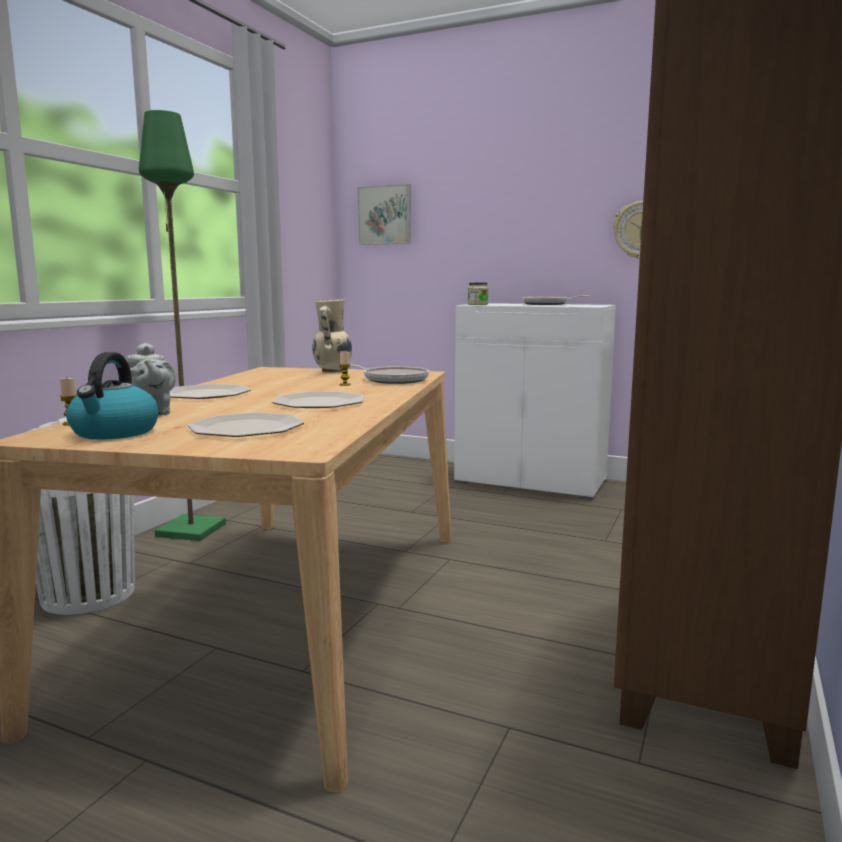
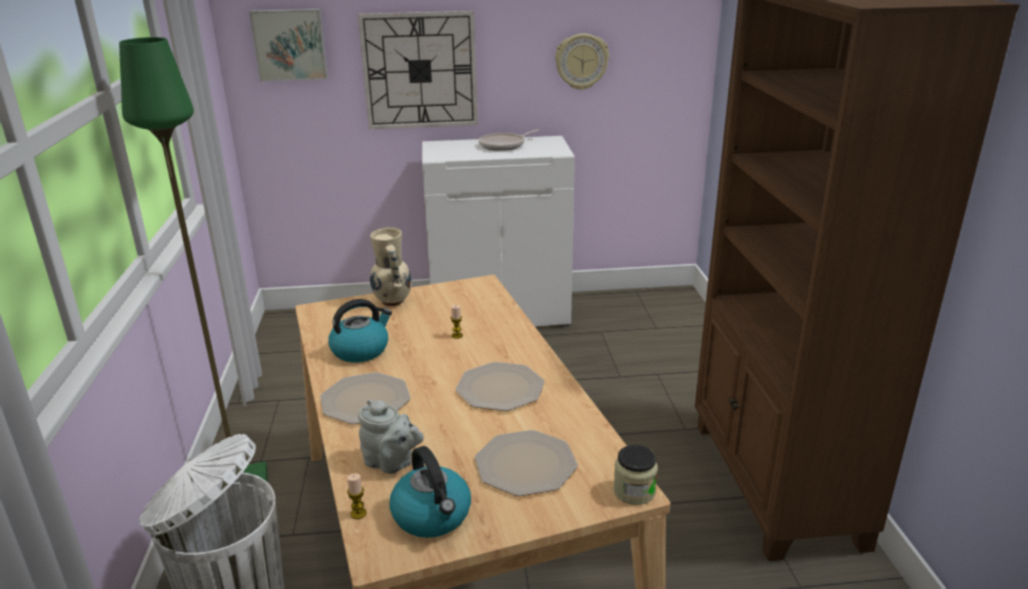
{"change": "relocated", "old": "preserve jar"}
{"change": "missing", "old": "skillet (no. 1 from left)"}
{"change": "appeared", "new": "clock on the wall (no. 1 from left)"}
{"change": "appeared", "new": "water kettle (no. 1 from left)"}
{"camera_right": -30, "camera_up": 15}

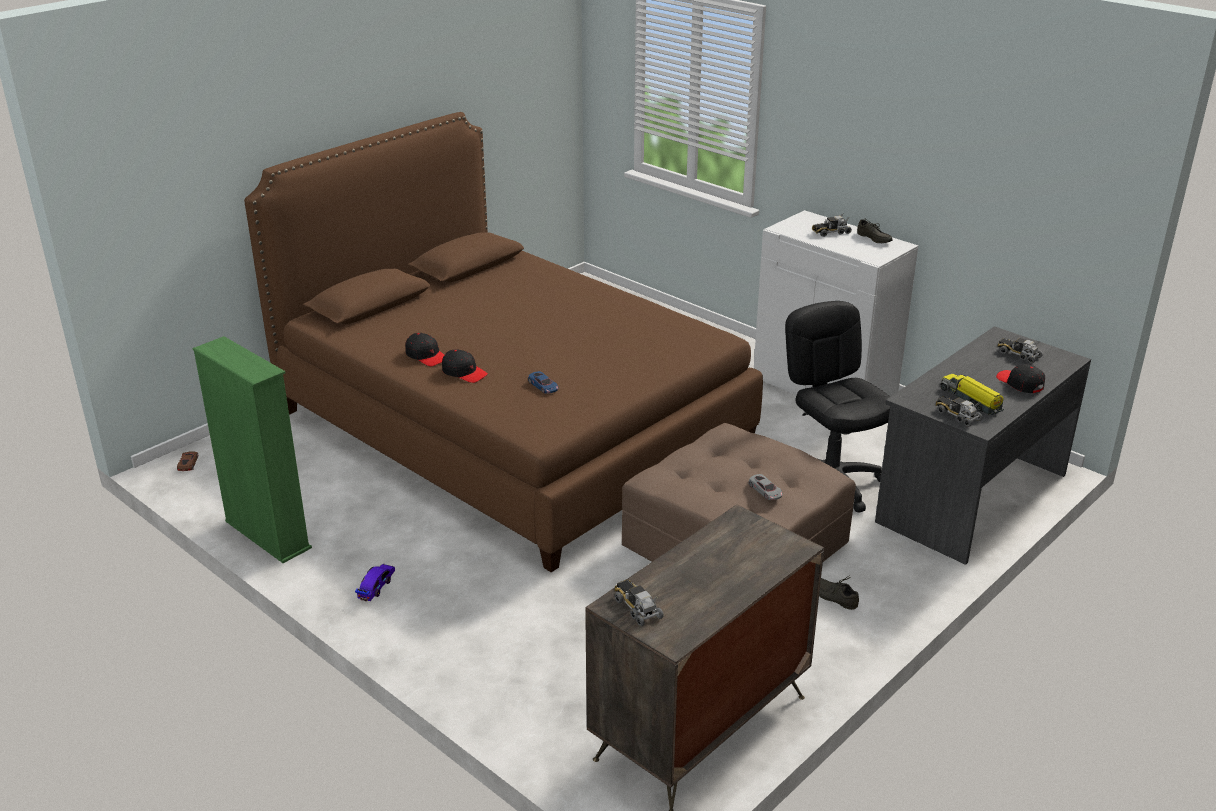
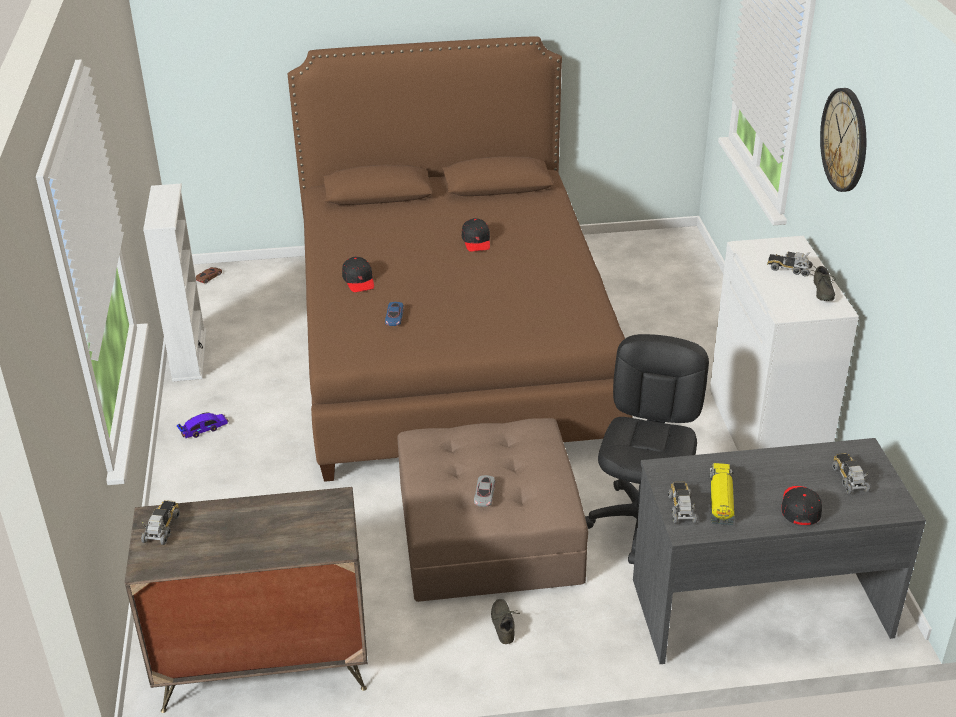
{"change": "relocated", "old": "blackish baseball cap (no. 1 from left in the first image)", "new": "blackish baseball cap (no. 2 from left)"}
{"change": "colour", "old": "green-coloured shelving unit", "new": "white shelving unit"}
{"change": "appeared", "new": "clock on the wall"}
{"camera_right": 40, "camera_up": 5}

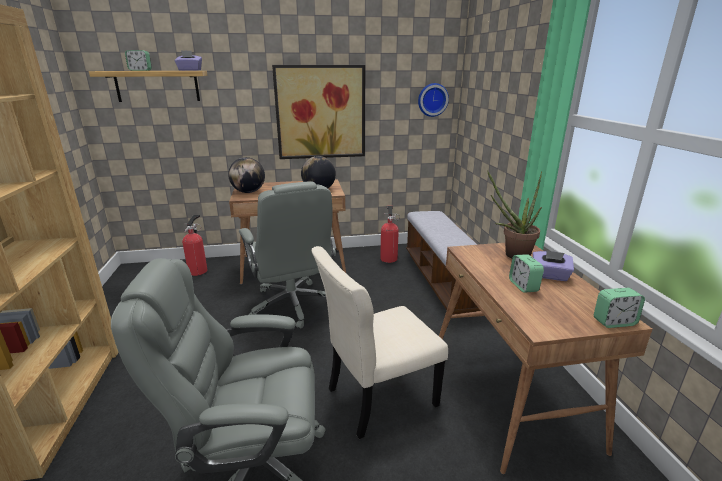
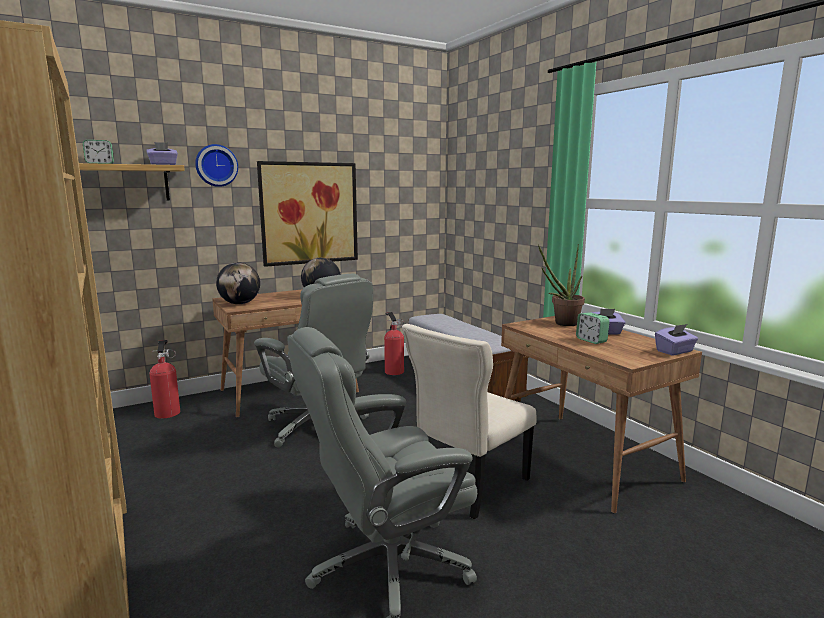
{"change": "relocated", "old": "clock on the wall"}
{"change": "exchanged", "old": "alarm clock (no. 3 from left)", "new": "purple tissue holder (no. 3 from left)"}
{"camera_right": -20, "camera_up": -10}

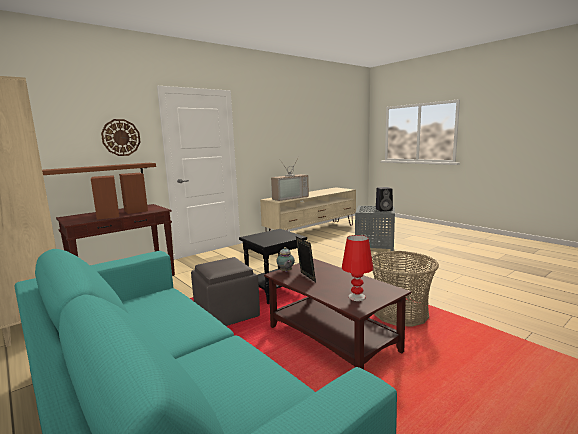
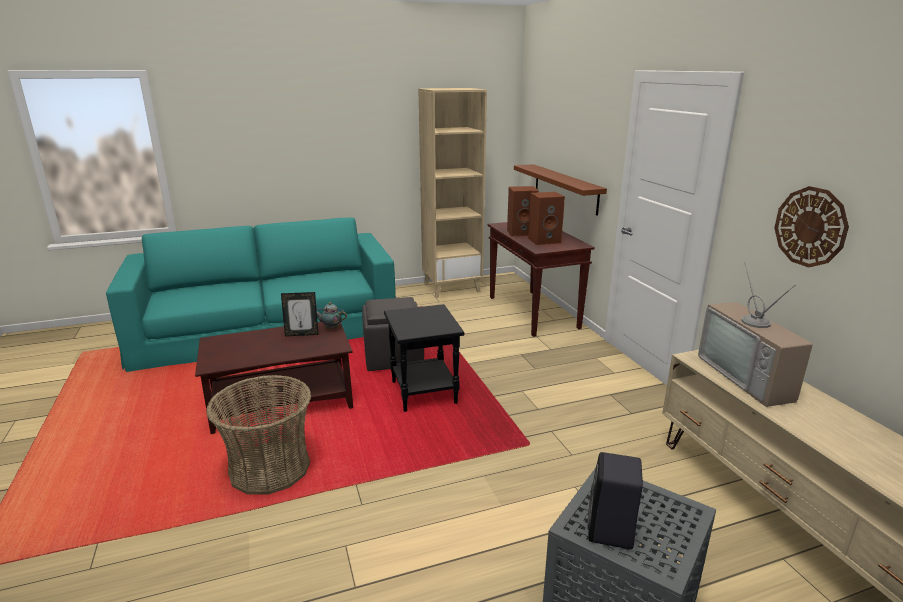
{"change": "relocated", "old": "clock on the wall"}
{"change": "missing", "old": "reddish lamp for a table"}
{"camera_right": 110, "camera_up": 10}

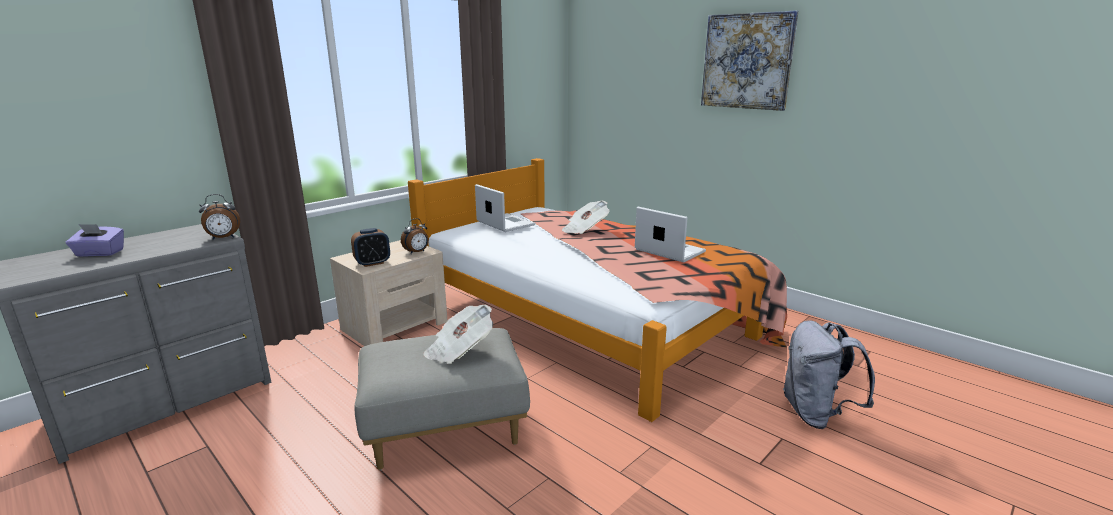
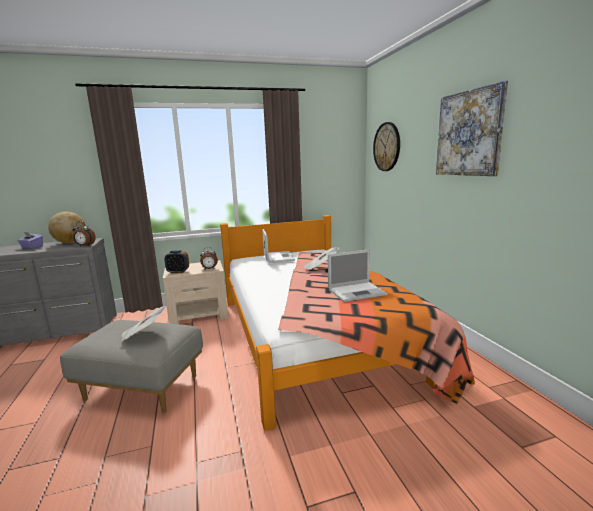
{"change": "spun", "old": "laptop (no. 2 from left)", "degrees": 90}
{"change": "missing", "old": "greyish backpack"}
{"change": "appeared", "new": "clock on the wall"}
{"change": "appeared", "new": "globe"}
{"camera_right": 30, "camera_up": -5}

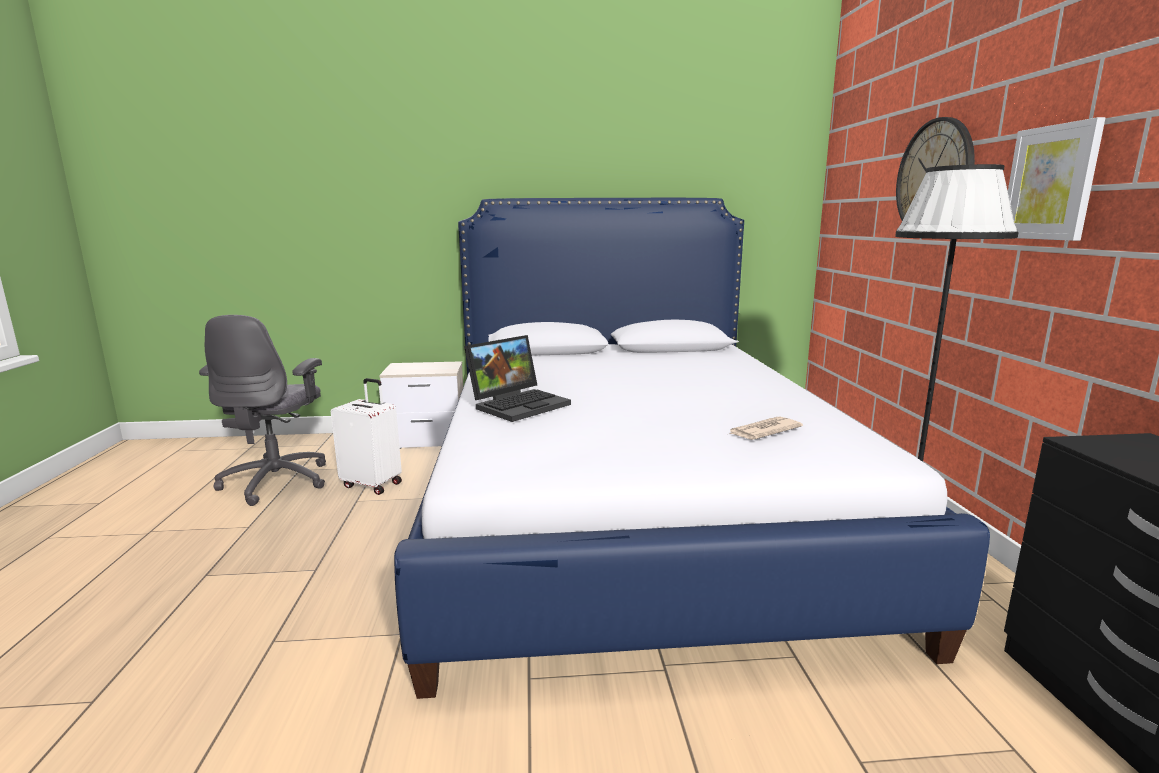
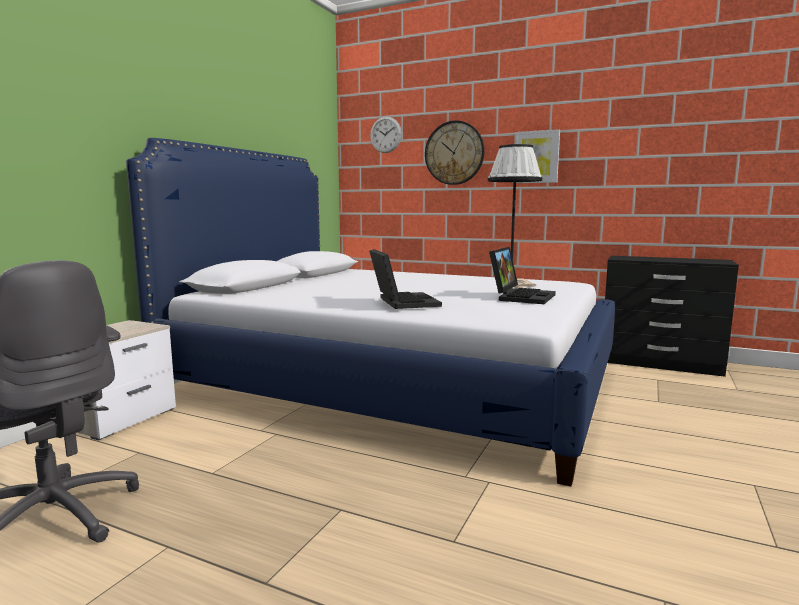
{"change": "missing", "old": "white travel case"}
{"change": "appeared", "new": "clock on the wall (no. 1 from left)"}
{"change": "appeared", "new": "laptop (no. 2 from left)"}
{"camera_right": -60, "camera_up": -5}

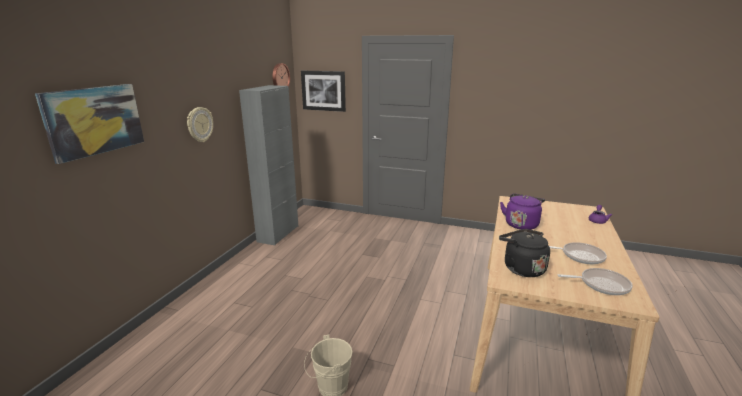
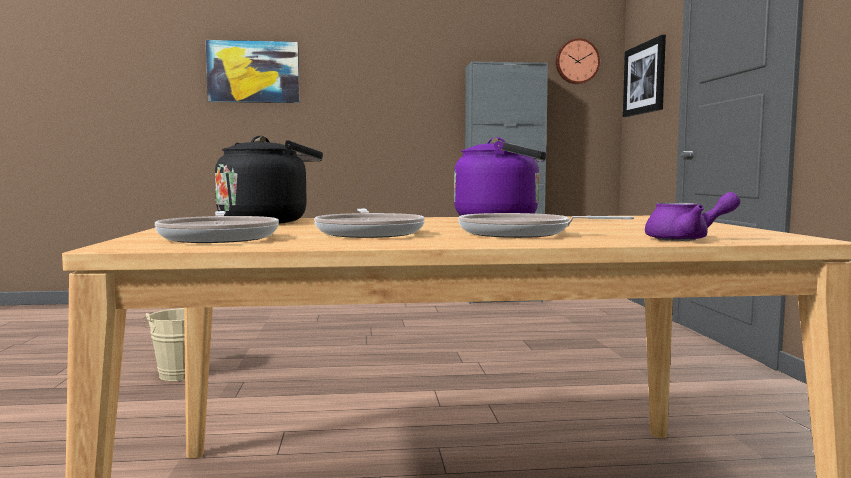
{"change": "missing", "old": "clock on the wall (no. 1 from left)"}
{"change": "appeared", "new": "skillet (no. 3 from left)"}
{"camera_right": 65, "camera_up": -15}

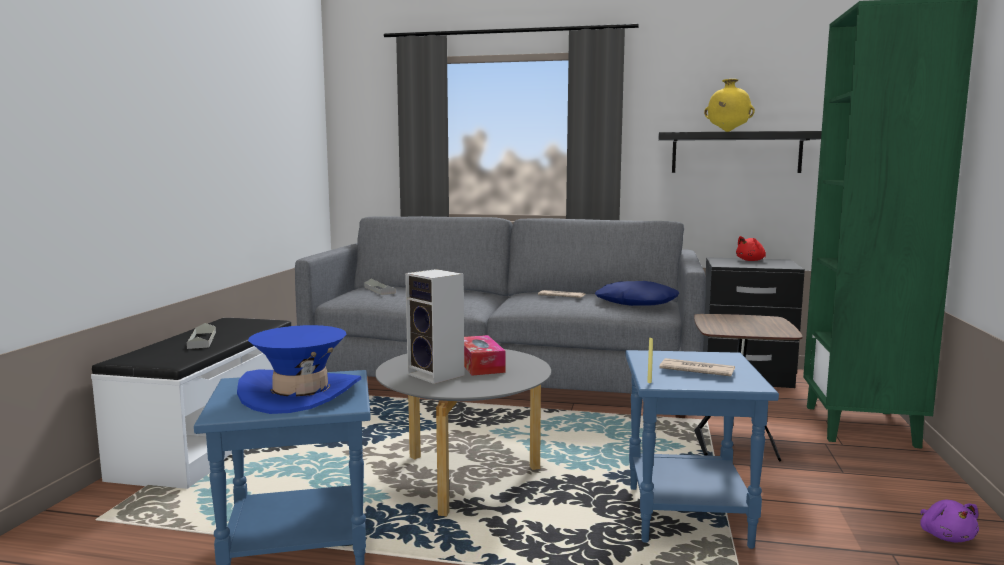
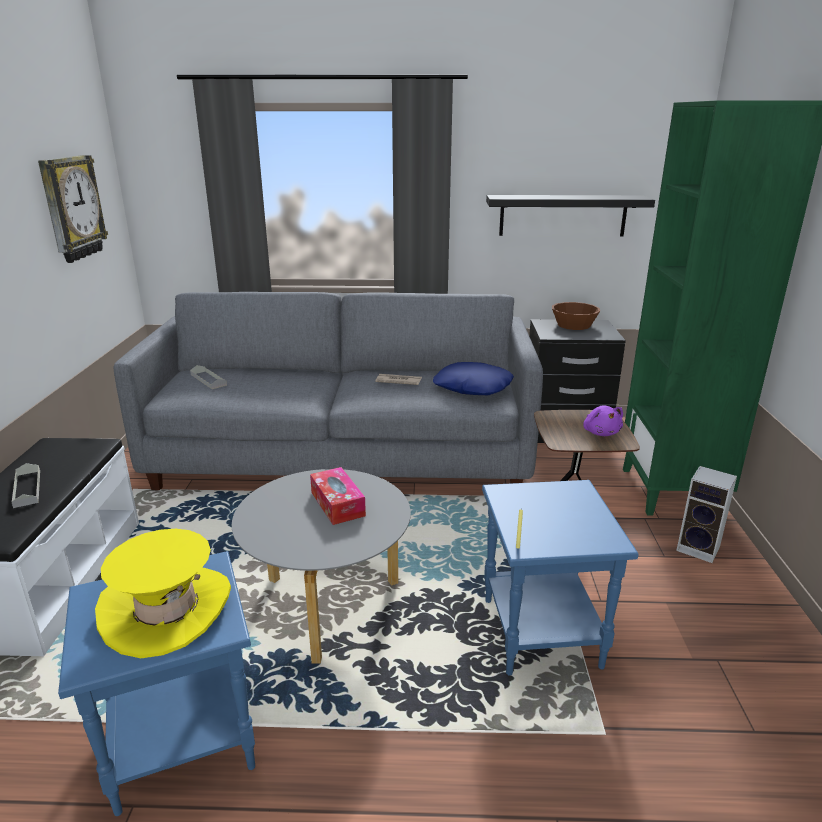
{"change": "missing", "old": "yellowish decorative vase"}
{"change": "exchanged", "old": "reddish plush toy", "new": "brownish bowl"}
{"change": "relocated", "old": "speaker"}
{"change": "colour", "old": "bluish wearable hat", "new": "yellowish wearable hat"}
{"change": "missing", "old": "newspaper (no. 2 from left)"}
{"change": "relocated", "old": "purple plush toy"}
{"change": "appeared", "new": "clock on the wall"}
{"camera_right": -10, "camera_up": 15}

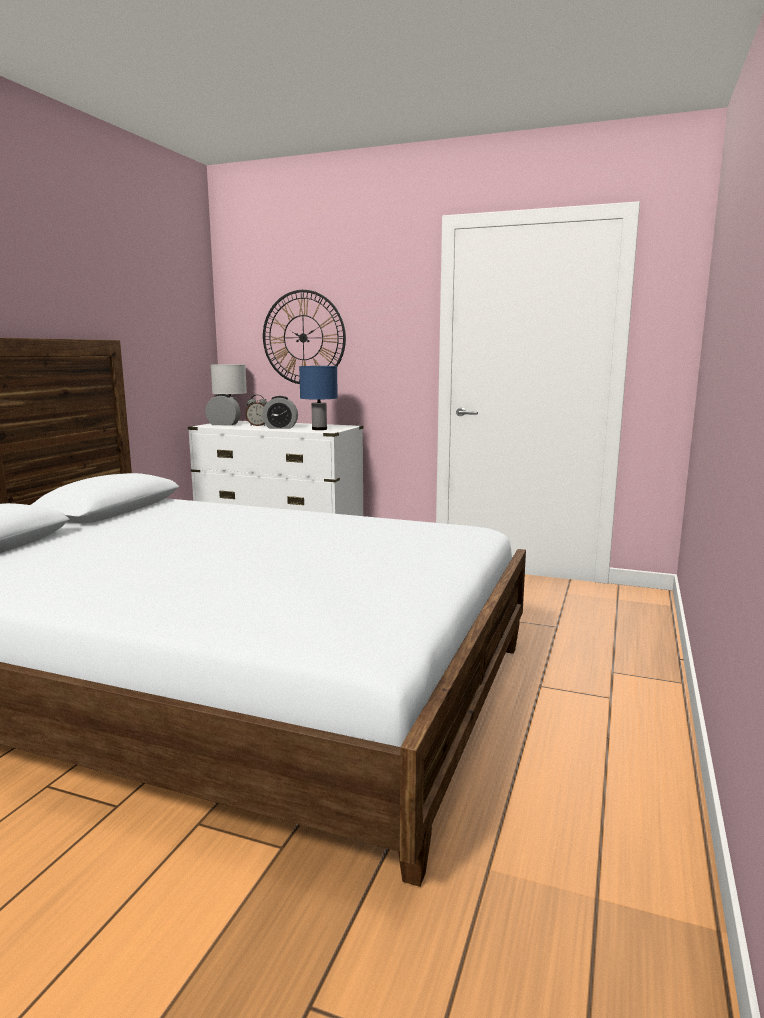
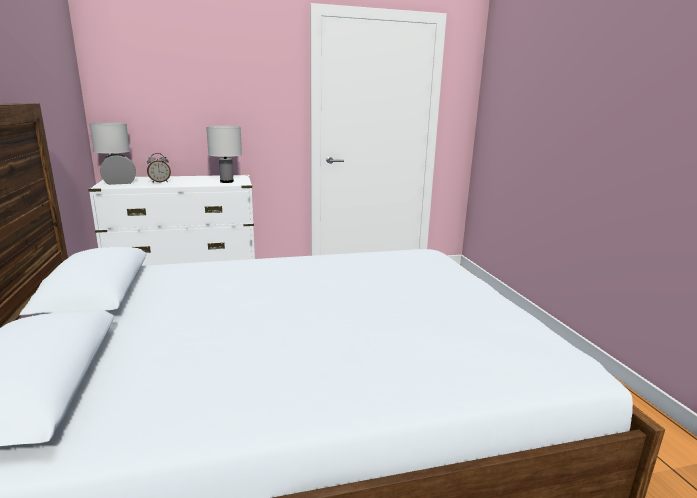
{"change": "missing", "old": "clock on the wall"}
{"change": "colour", "old": "bluish lamp for a table", "new": "white lamp for a table (no. 2 from left)"}
{"change": "missing", "old": "alarm clock (no. 3 from left)"}
{"camera_right": -35, "camera_up": 5}

